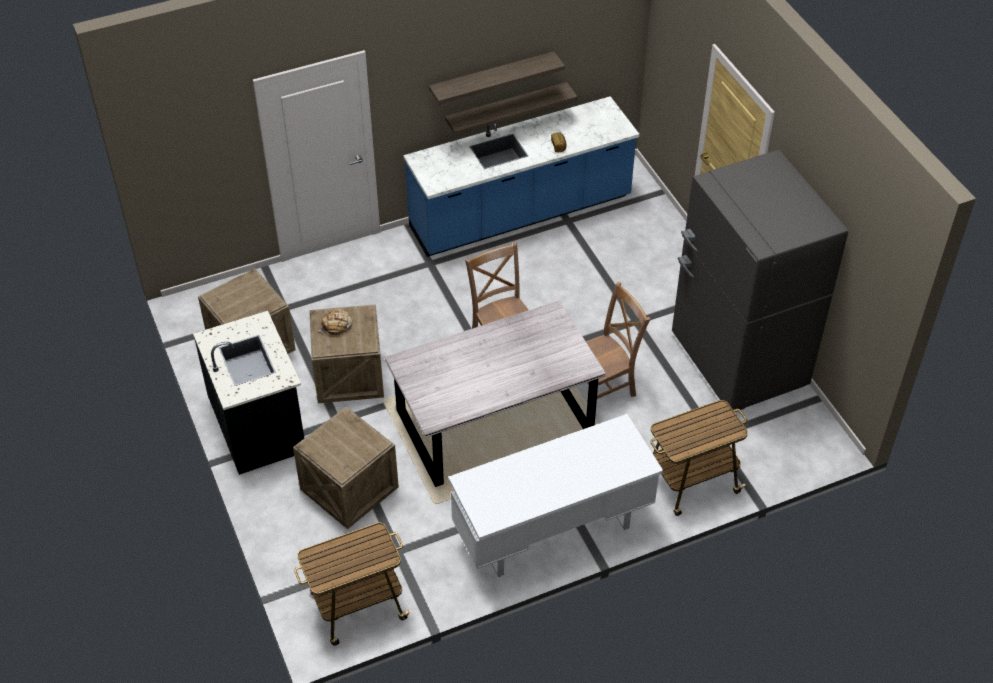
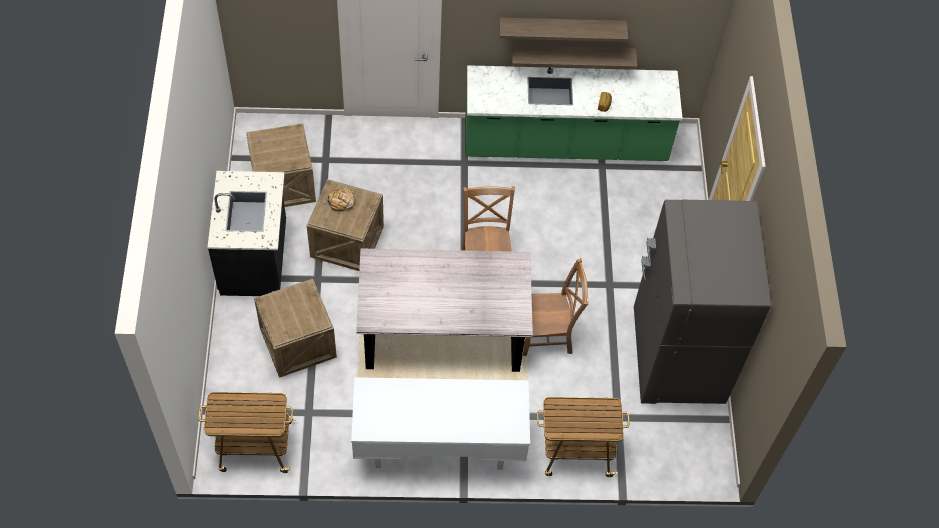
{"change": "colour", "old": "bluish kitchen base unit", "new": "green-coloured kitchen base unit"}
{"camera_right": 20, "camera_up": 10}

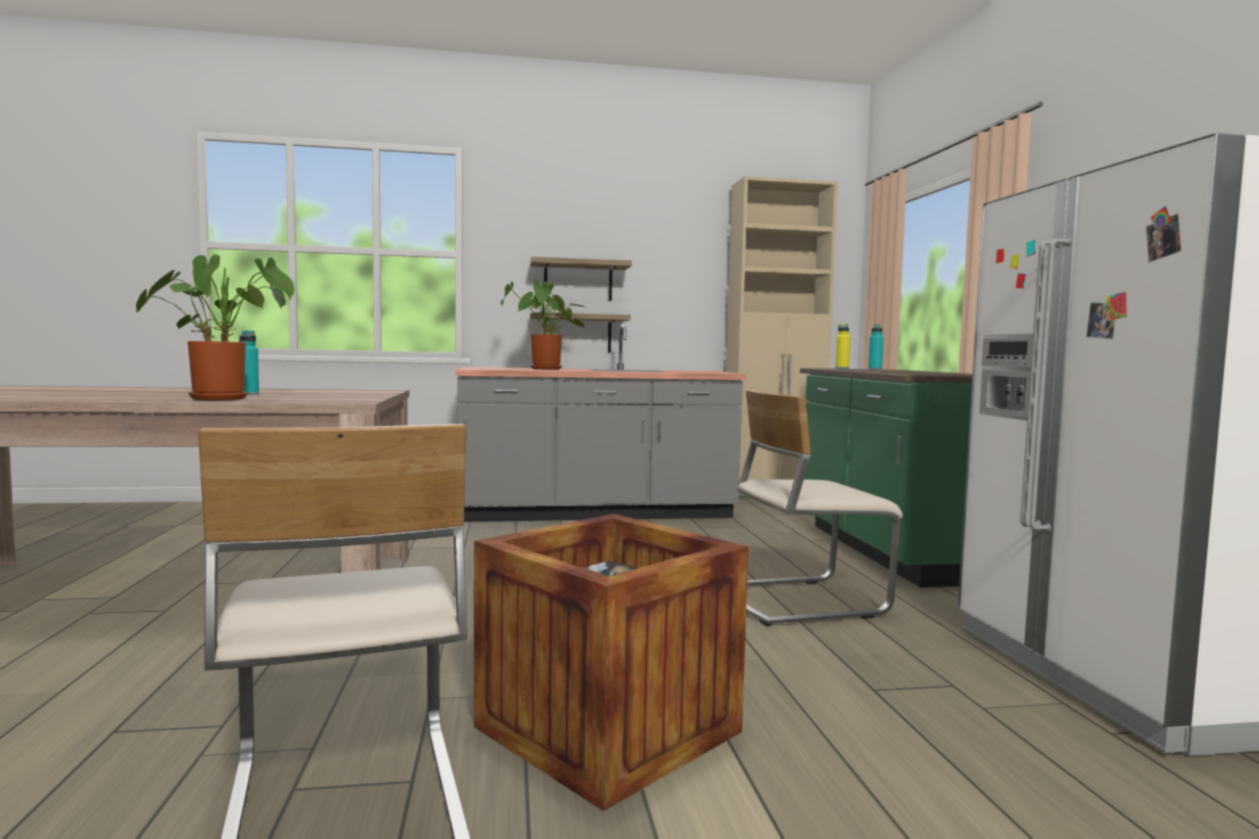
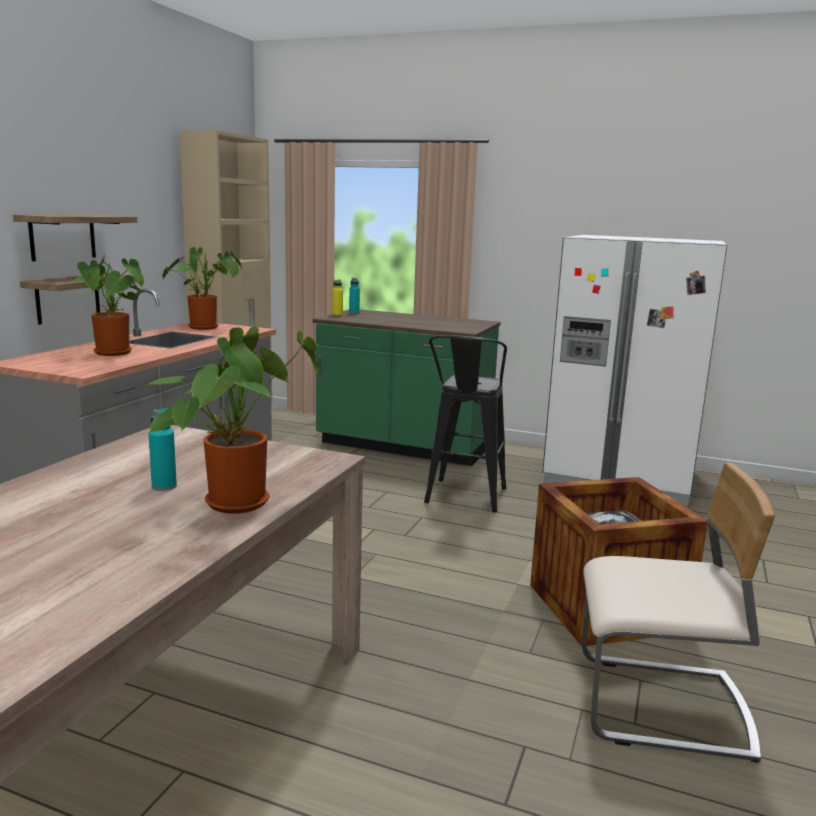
{"change": "exchanged", "old": "beige-coloured plain chair (no. 2 from left)", "new": "blackish stool"}
{"change": "appeared", "new": "plant in a pot (no. 2 from left)"}
{"camera_right": -60, "camera_up": 10}

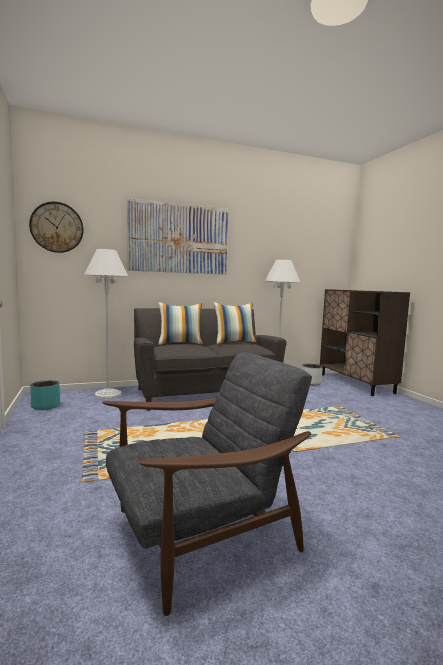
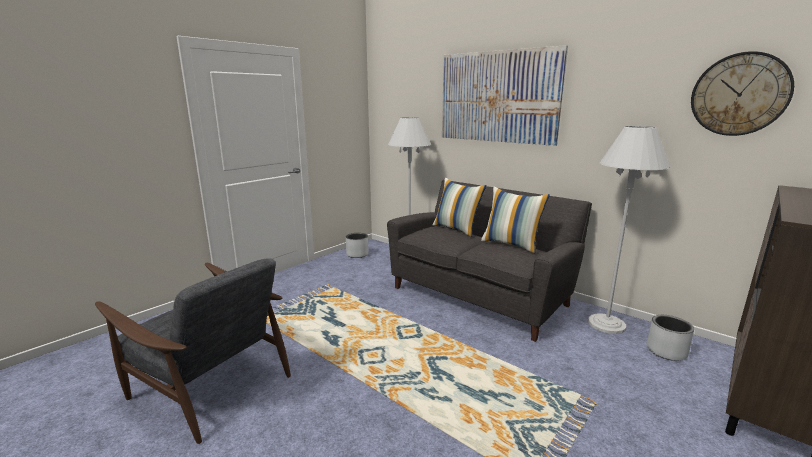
{"change": "relocated", "old": "clock on the wall"}
{"change": "colour", "old": "turquoise flower pot", "new": "greyish flower pot (no. 1 from left)"}
{"camera_right": 60, "camera_up": 10}

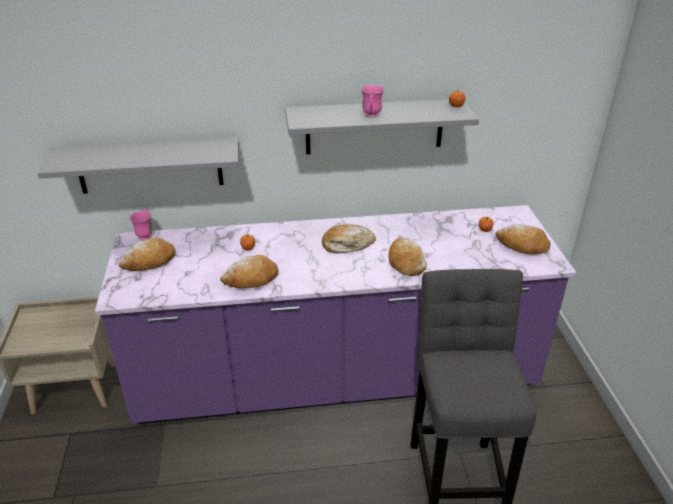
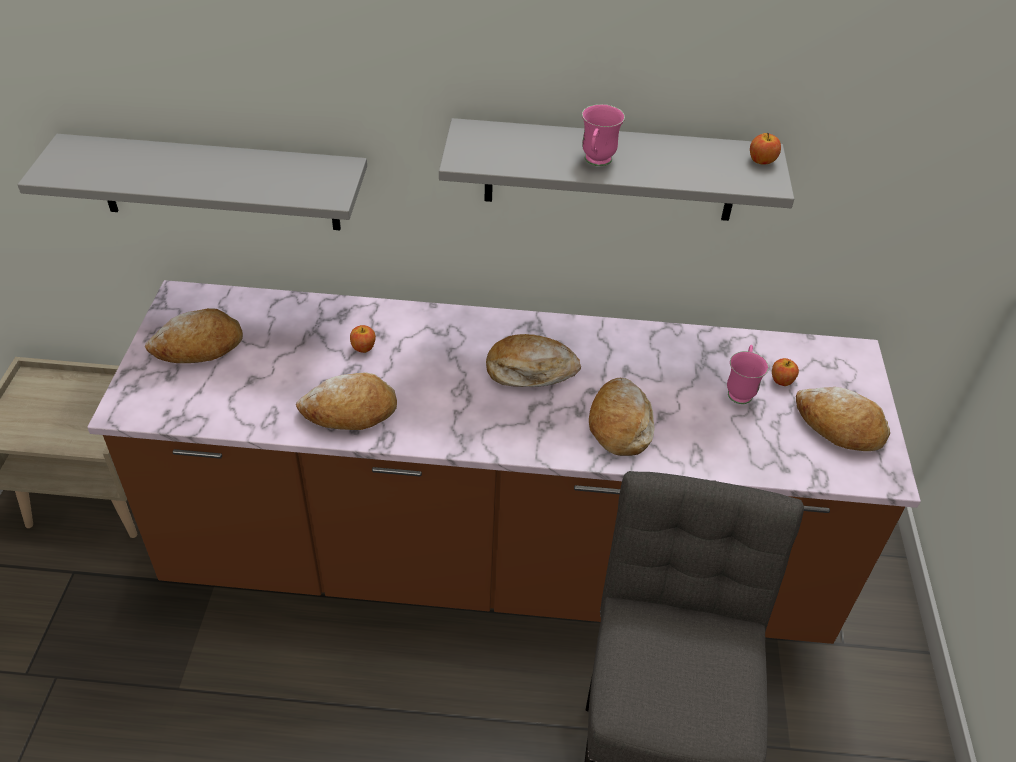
{"change": "colour", "old": "purple kitchen base unit", "new": "brownish kitchen base unit"}
{"change": "relocated", "old": "pink-coloured tea mug (no. 1 from left in the first image)", "new": "pink-coloured tea mug (no. 2 from left)"}
{"camera_right": 10, "camera_up": 10}

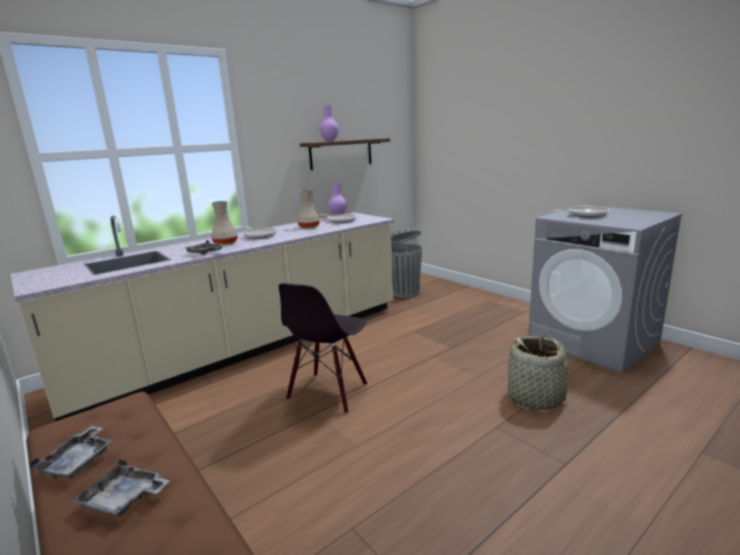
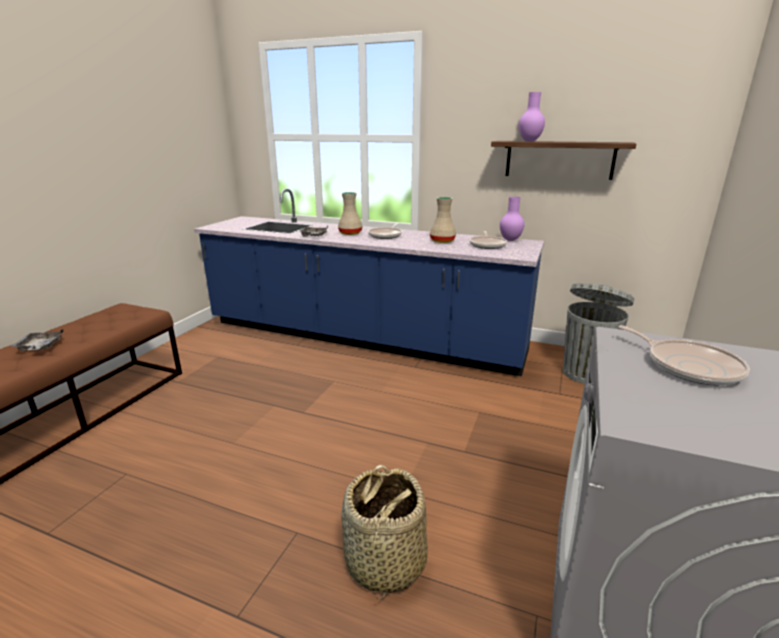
{"change": "colour", "old": "beige-coloured kitchen base unit", "new": "bluish kitchen base unit"}
{"change": "missing", "old": "blackish plain chair"}
{"change": "missing", "old": "greyish tray (no. 1 from left)"}
{"camera_right": 60, "camera_up": 5}

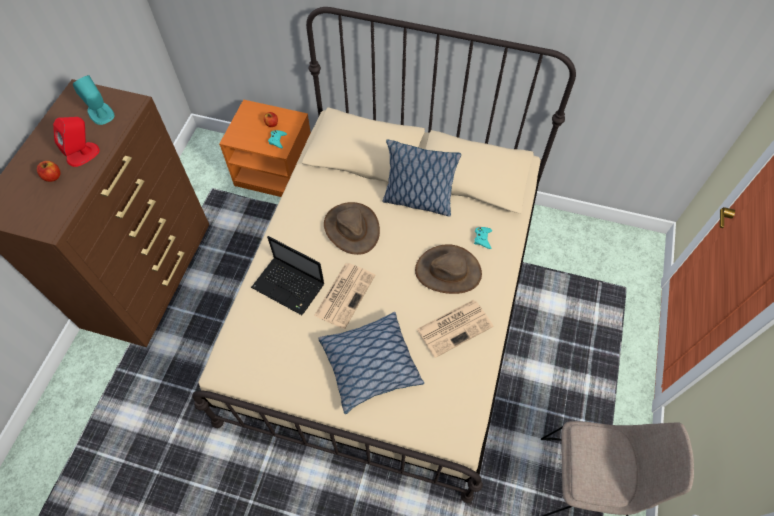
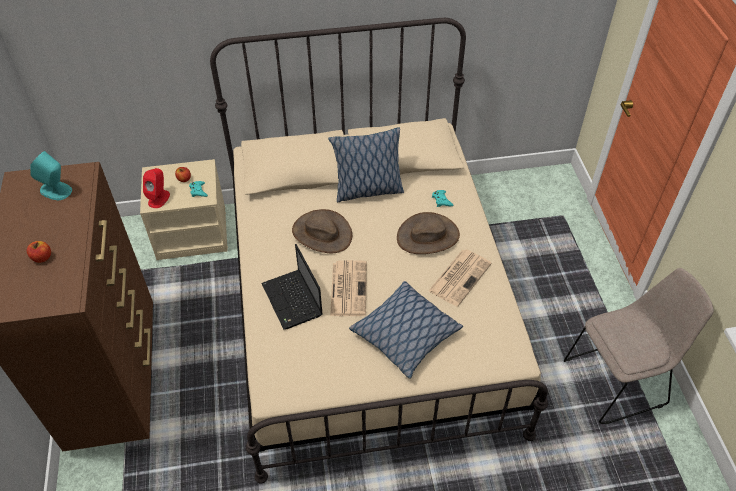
{"change": "colour", "old": "orange night table", "new": "beige-coloured night table"}
{"change": "relocated", "old": "reddish speaker"}
{"change": "spun", "old": "laptop", "degrees": 60}
{"camera_right": -25, "camera_up": -10}

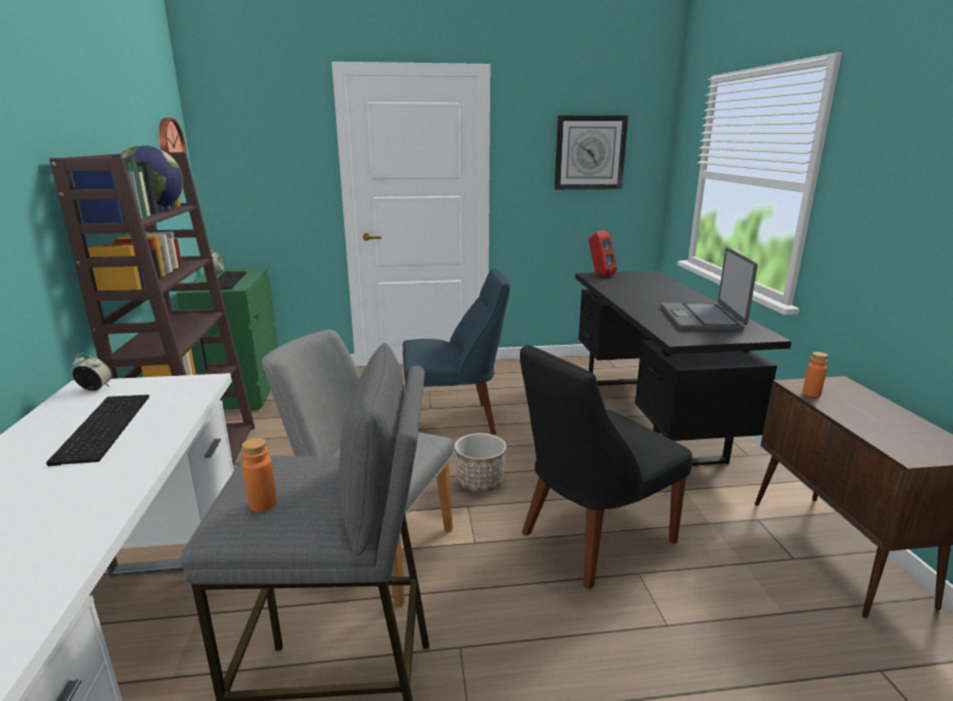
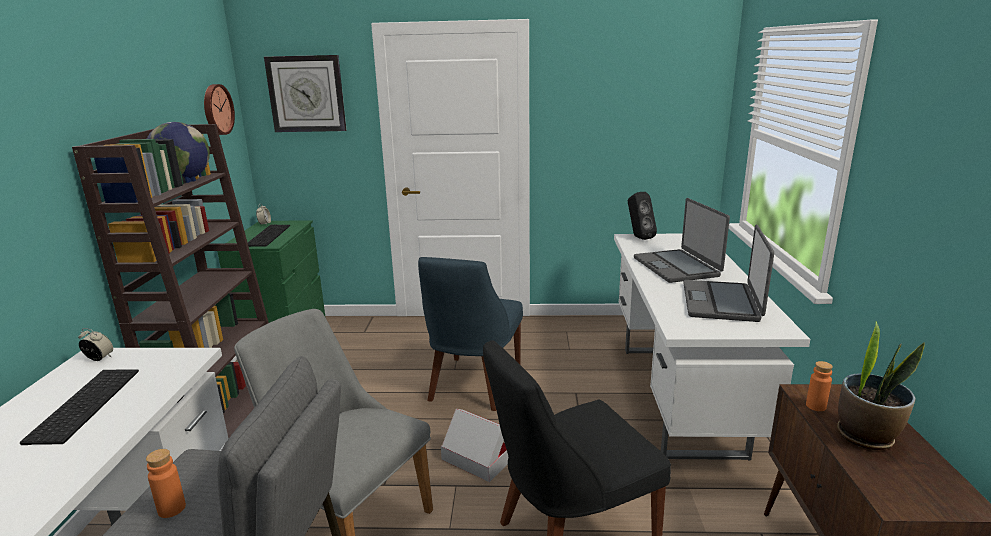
{"change": "relocated", "old": "clock on the wall (no. 2 from left)"}
{"change": "colour", "old": "reddish speaker", "new": "blackish speaker"}
{"change": "spun", "old": "bluish plain chair", "degrees": 105}
{"change": "colour", "old": "blackish desk table", "new": "white desk table (no. 2 from left)"}
{"change": "exchanged", "old": "flower pot", "new": "carton"}
{"change": "appeared", "new": "laptop (no. 1 from left)"}
{"change": "appeared", "new": "plant in a pot"}
{"camera_right": 10, "camera_up": 0}

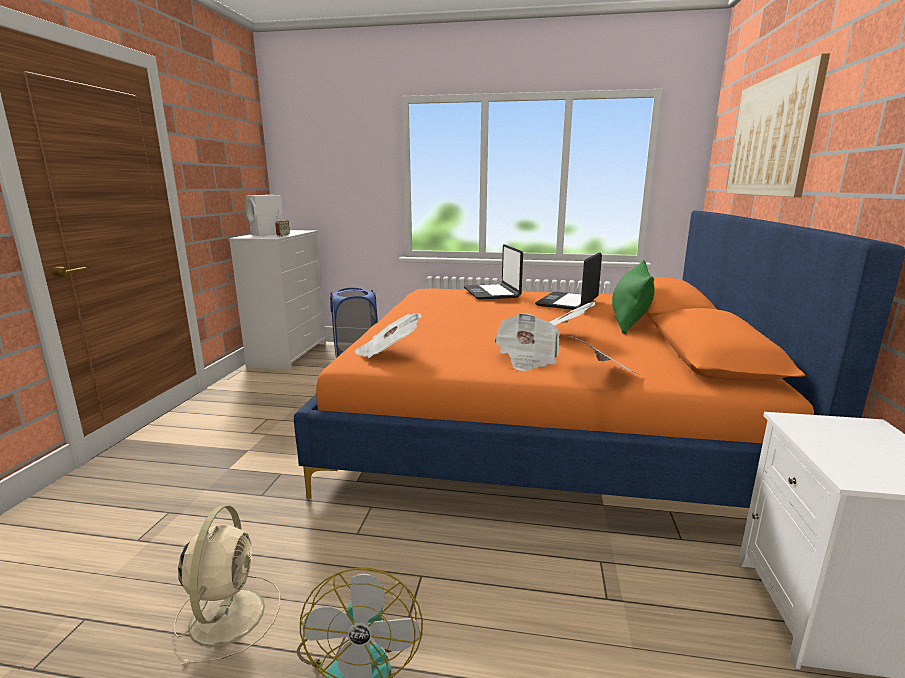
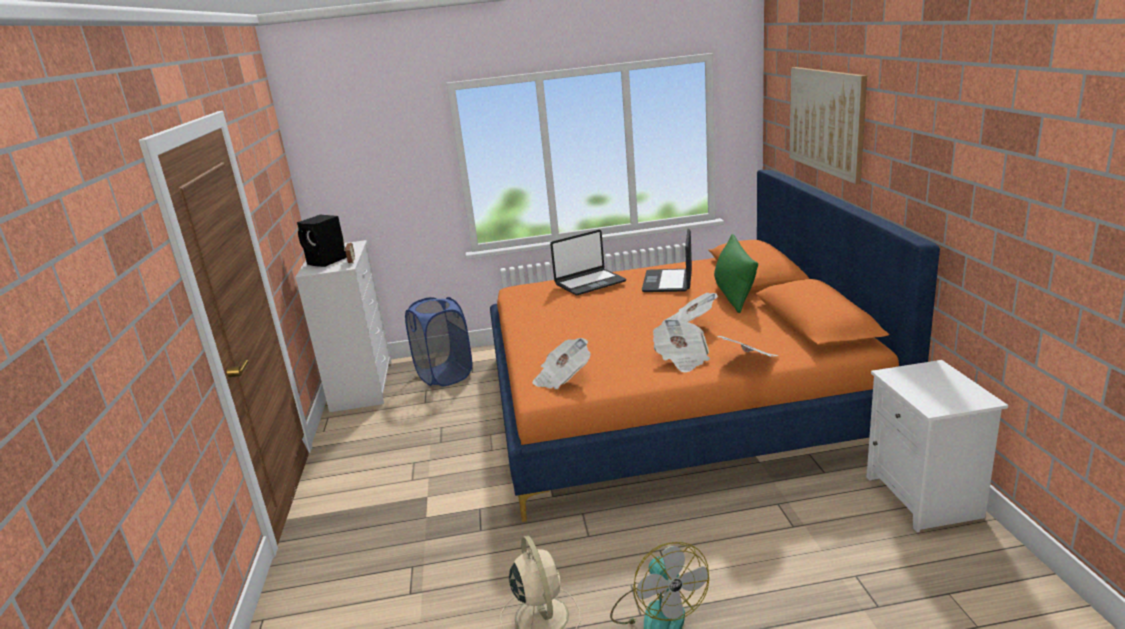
{"change": "colour", "old": "white speaker", "new": "blackish speaker"}
{"change": "spun", "old": "laptop (no. 1 from left)", "degrees": -90}
{"camera_right": -15, "camera_up": 5}

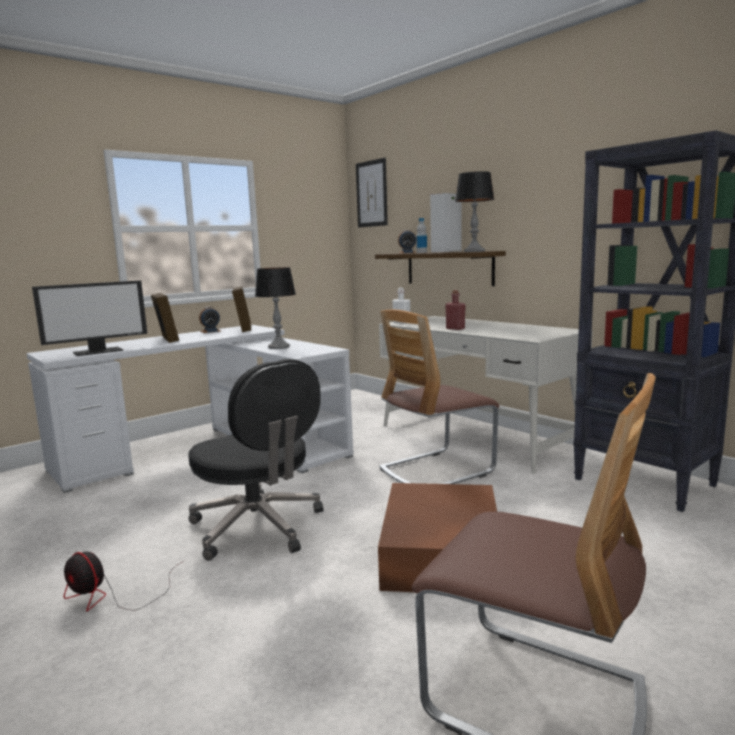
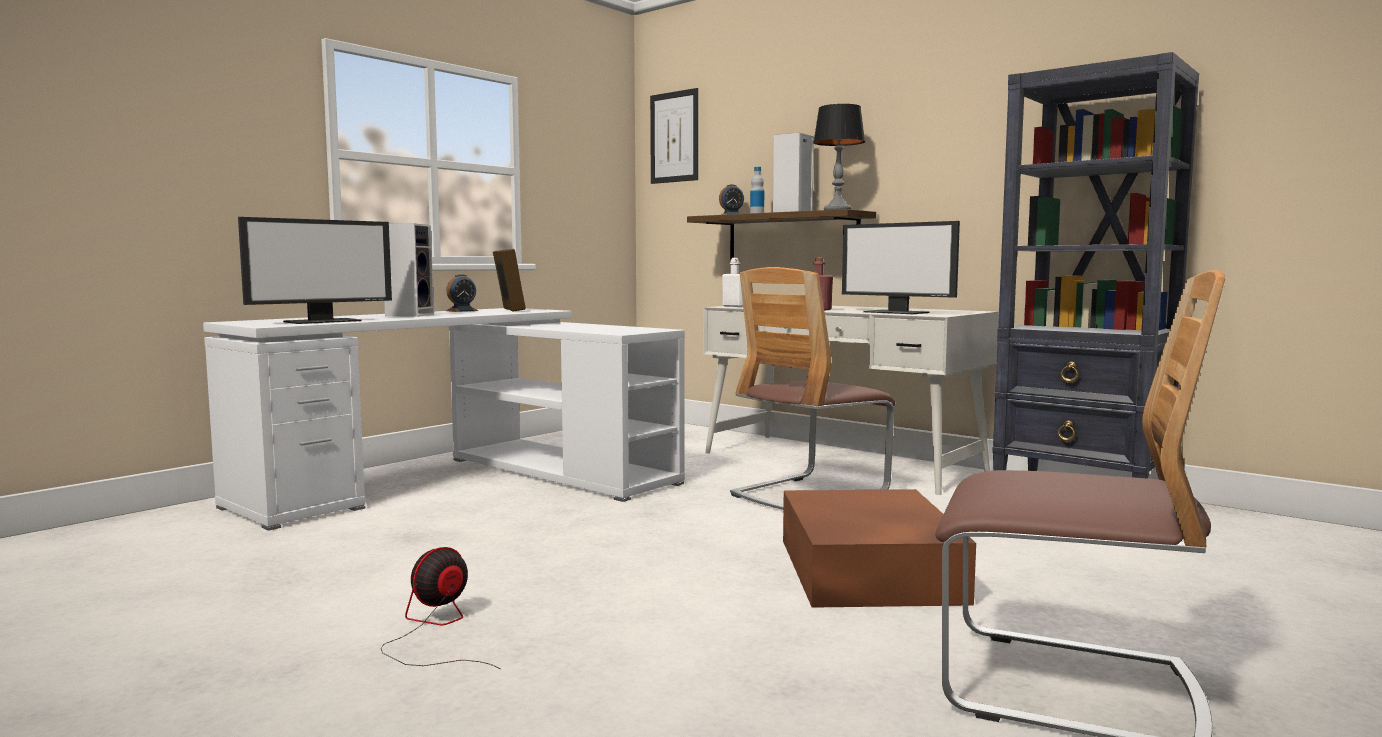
{"change": "missing", "old": "lamp for a table (no. 1 from left)"}
{"change": "exchanged", "old": "photo frame (no. 1 from left)", "new": "speaker (no. 1 from left)"}
{"change": "missing", "old": "blackish desk chair"}
{"change": "spun", "old": "cooling fan", "degrees": 105}
{"change": "appeared", "new": "monitor (no. 2 from left)"}
{"camera_right": -10, "camera_up": -5}

